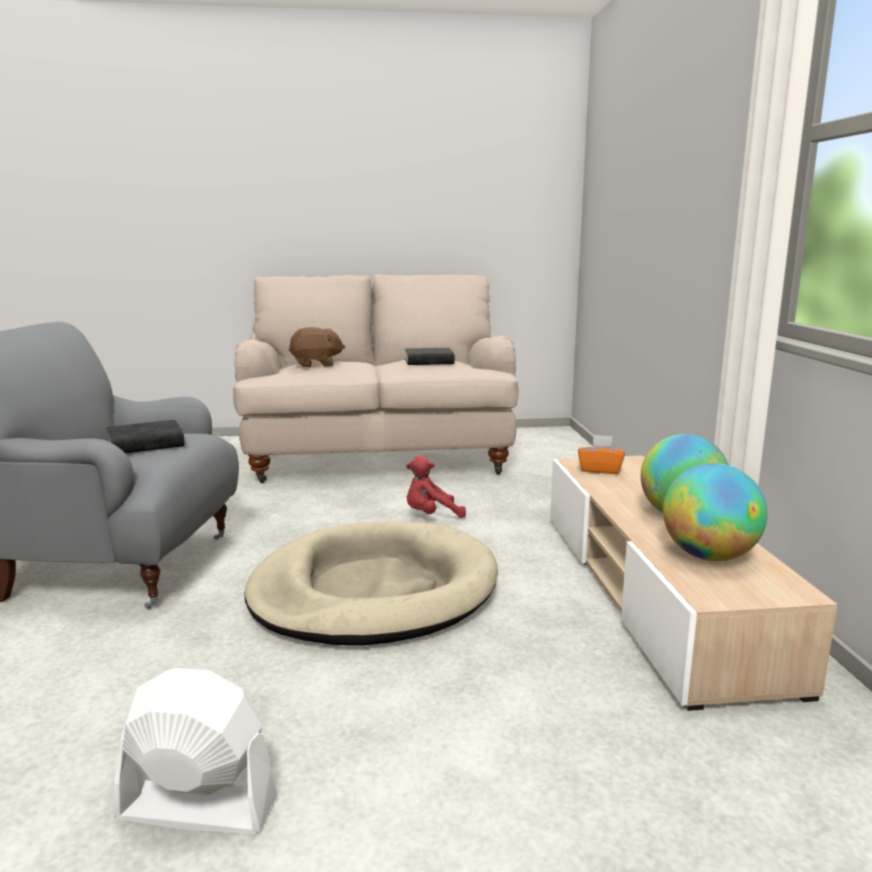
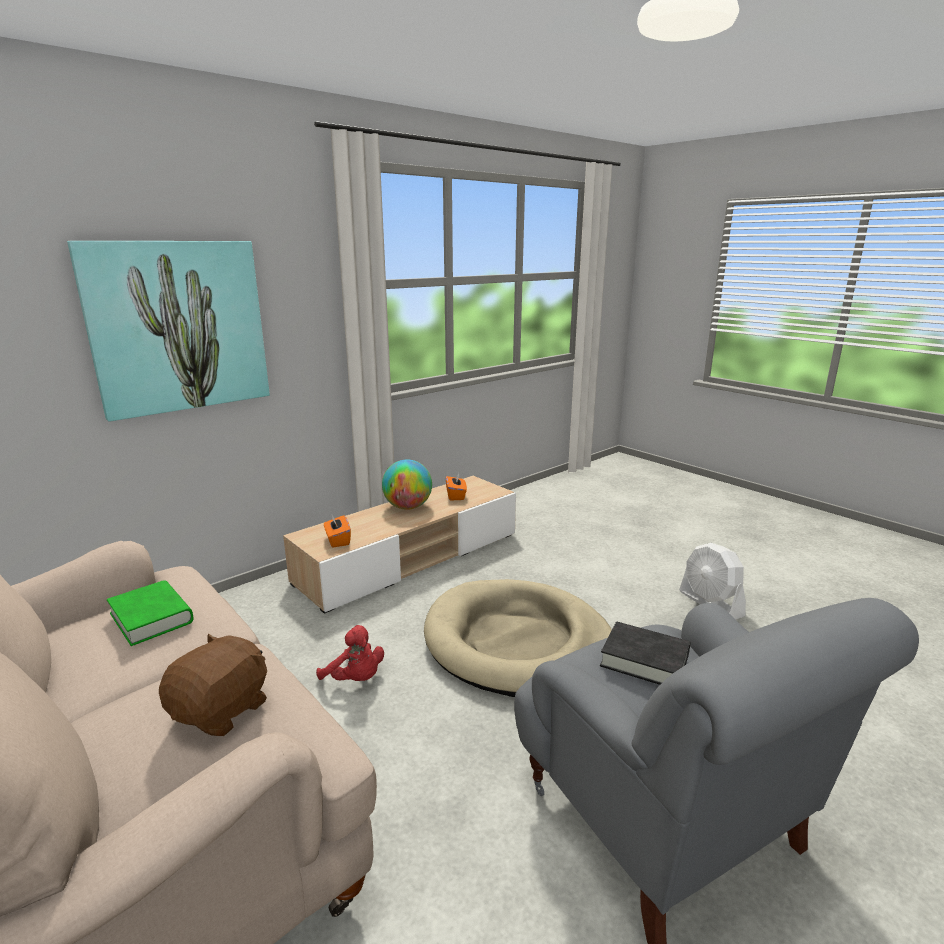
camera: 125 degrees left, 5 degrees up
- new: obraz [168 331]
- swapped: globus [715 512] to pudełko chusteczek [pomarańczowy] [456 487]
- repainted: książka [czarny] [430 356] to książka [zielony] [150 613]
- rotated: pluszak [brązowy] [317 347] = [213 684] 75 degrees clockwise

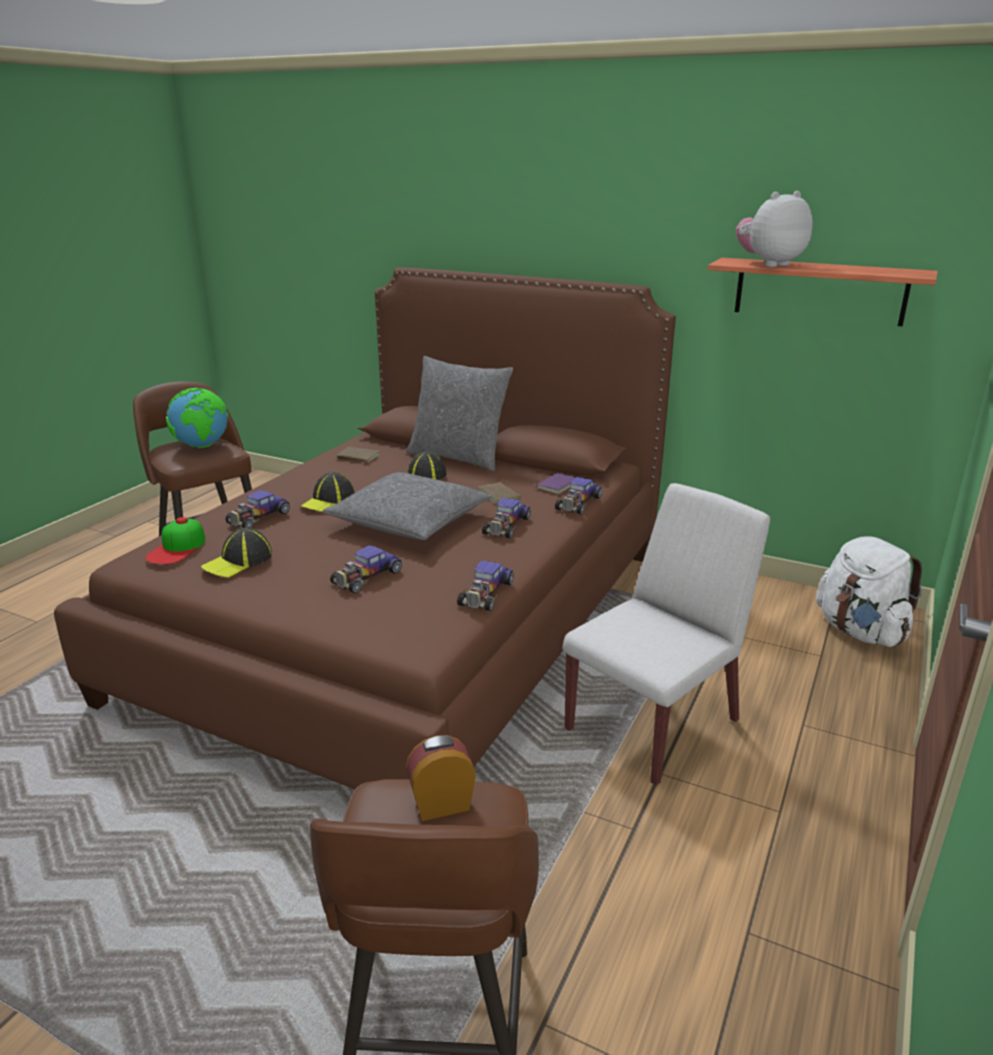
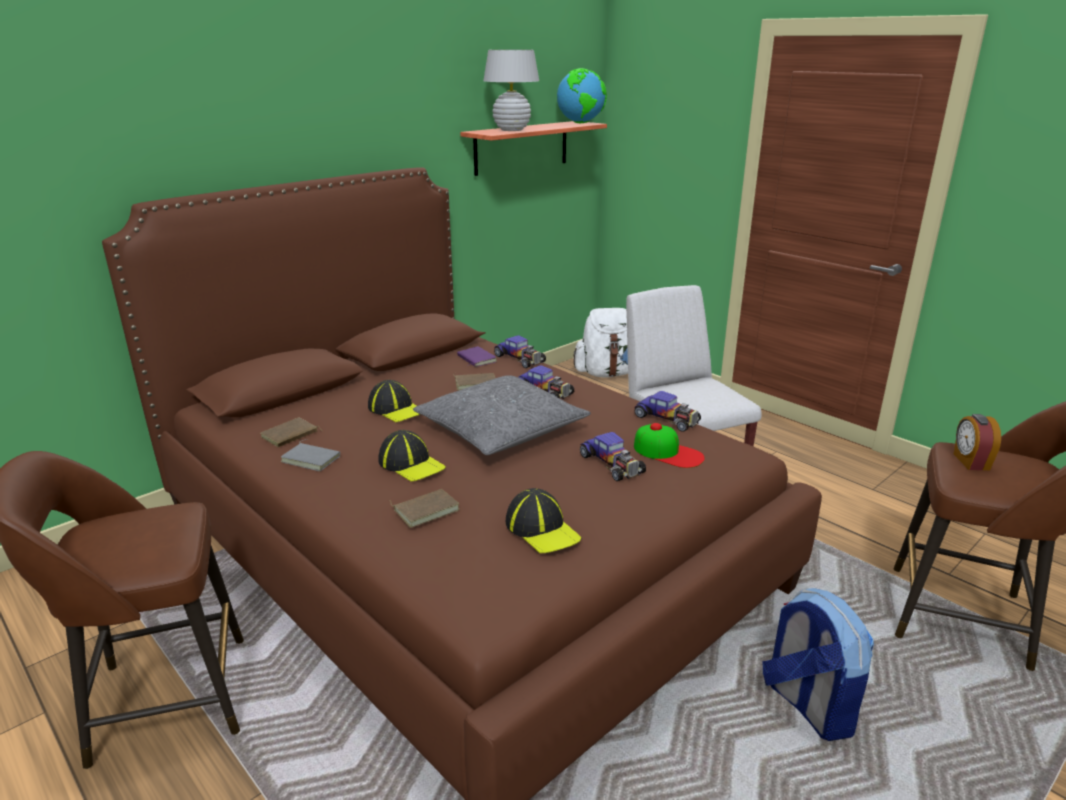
camera: 70 degrees left, 0 degrees up
- gone: poduszka [szary] [460 413]
- new: książka [szary] [310 455]
- new: plecak [818 664]
- shifted: czapka z daszkiem [175 541] to [669 445]
- shifted: globus [197 418] to [582 95]
- swapped: samochodzik [257 509] to książka [brązowy] [424 508]
- swapped: pluszak [774 229] to lampa stołowa [biały] [511 90]

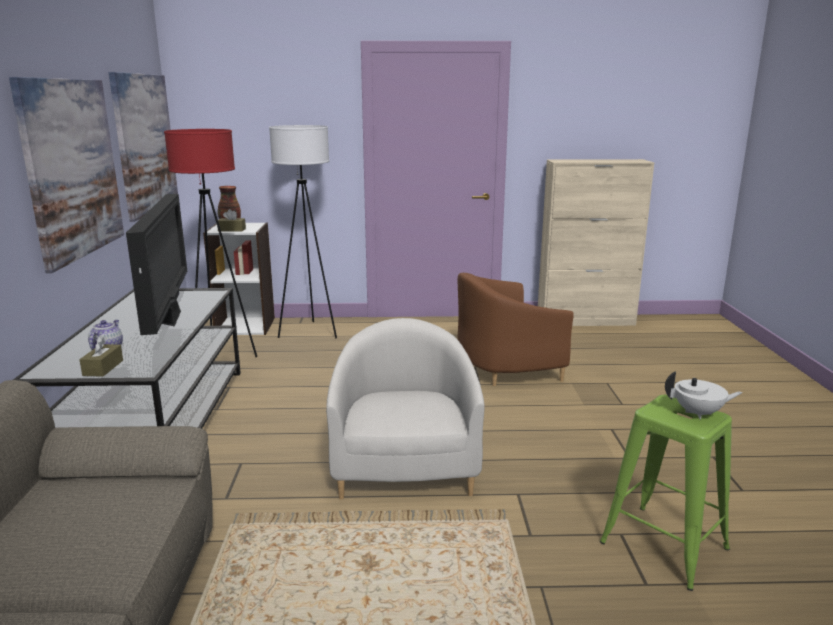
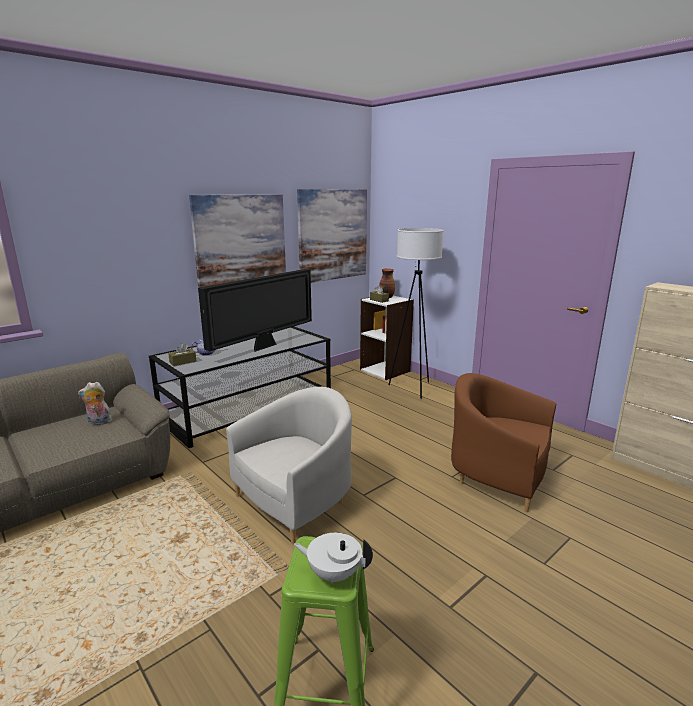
camera: 50 degrees right, 0 degrees up
- gone: lampa stojąca [czerwony] [210 243]
- new: pluszak [95 403]
- rotated: imbryk [biały] [704 395] = [333 558] 135 degrees clockwise

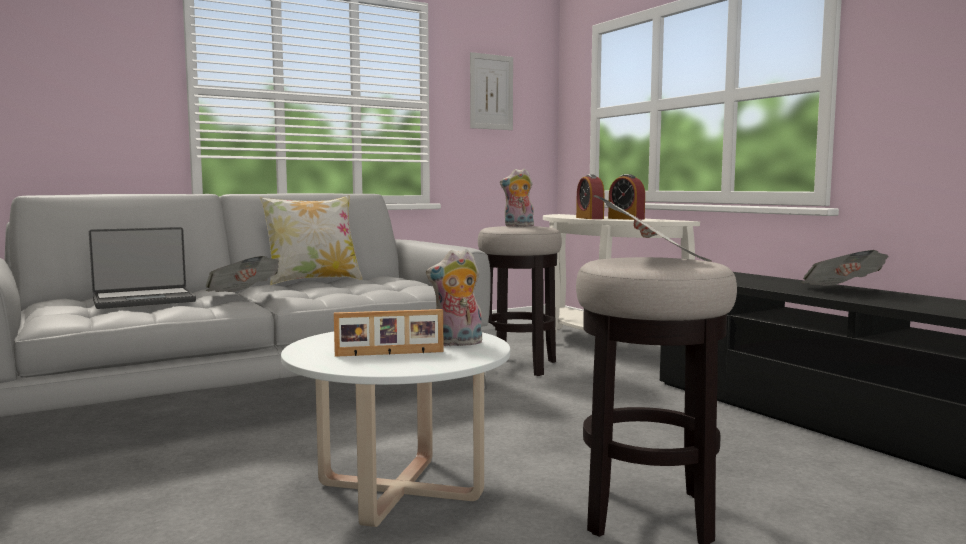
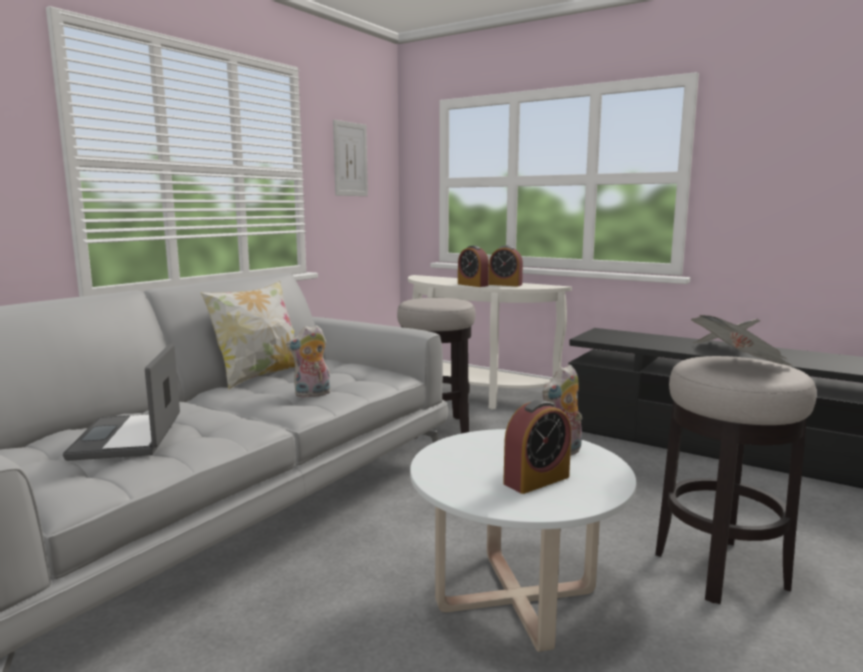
camera: 25 degrees left, 5 degrees up
- gone: gazeta [242 274]
- shifted: pluszak [517 197] to [308 361]
- swapped: ramka na zdjęcie [388 333] to budzik [537 446]
- rotated: laptop [142 268] = [121 402] 135 degrees clockwise

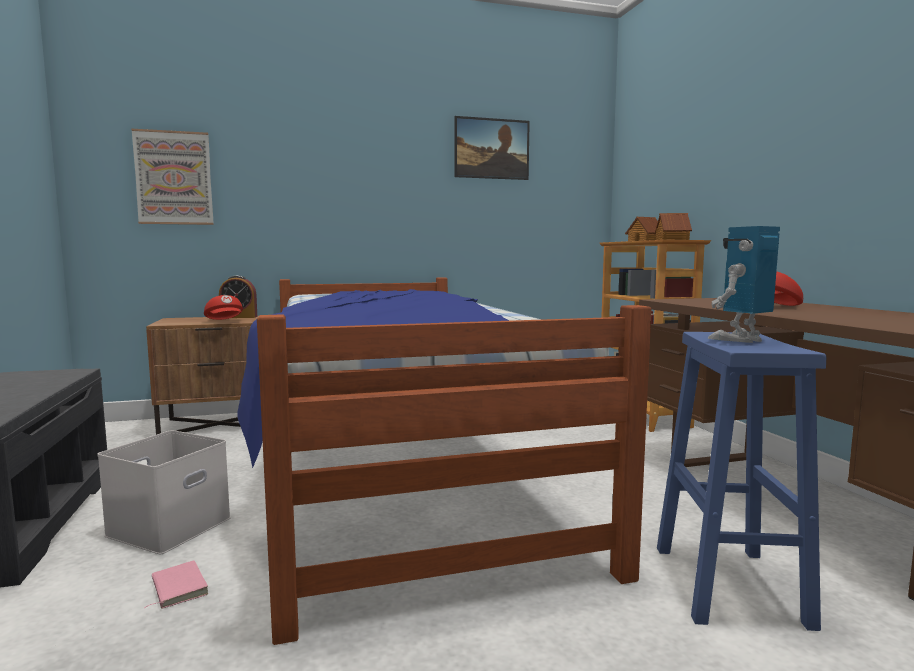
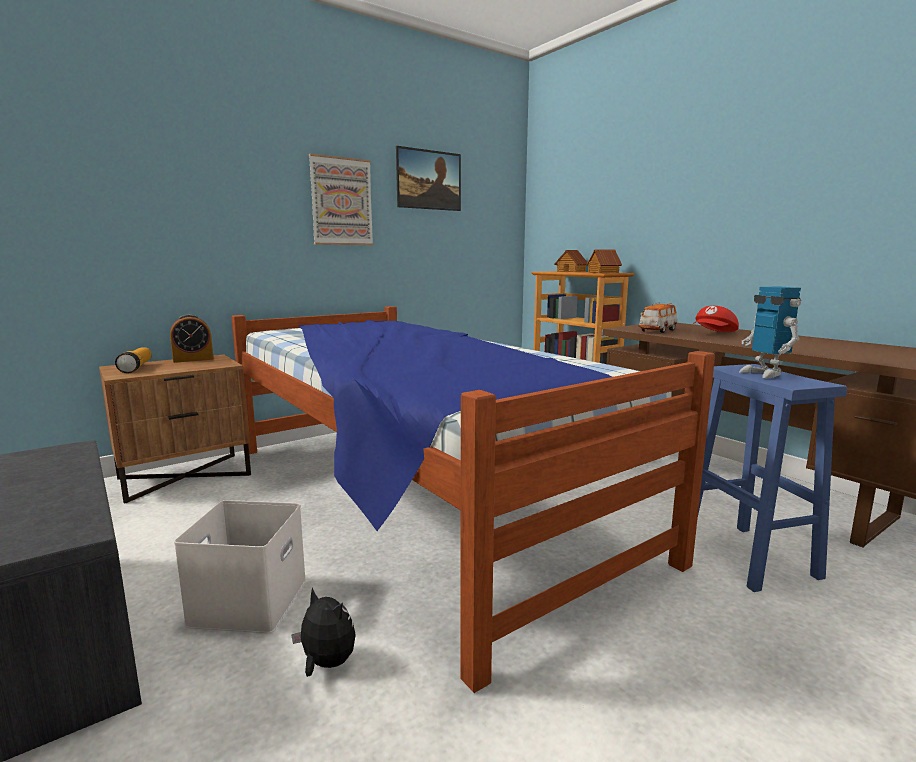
camera: 20 degrees left, 5 degrees up
- gone: czapka z daszkiem [czerwony] [223 307]
- new: latarka [133 360]
- new: samochodzik [658 317]
- shifted: obraz [172 176] to [341 199]
- swapped: książka [różowy] [176 584] to pluszak [324 632]
- rotated: robot zabawkowy [744 284] = [770 332] 60 degrees counterclockwise

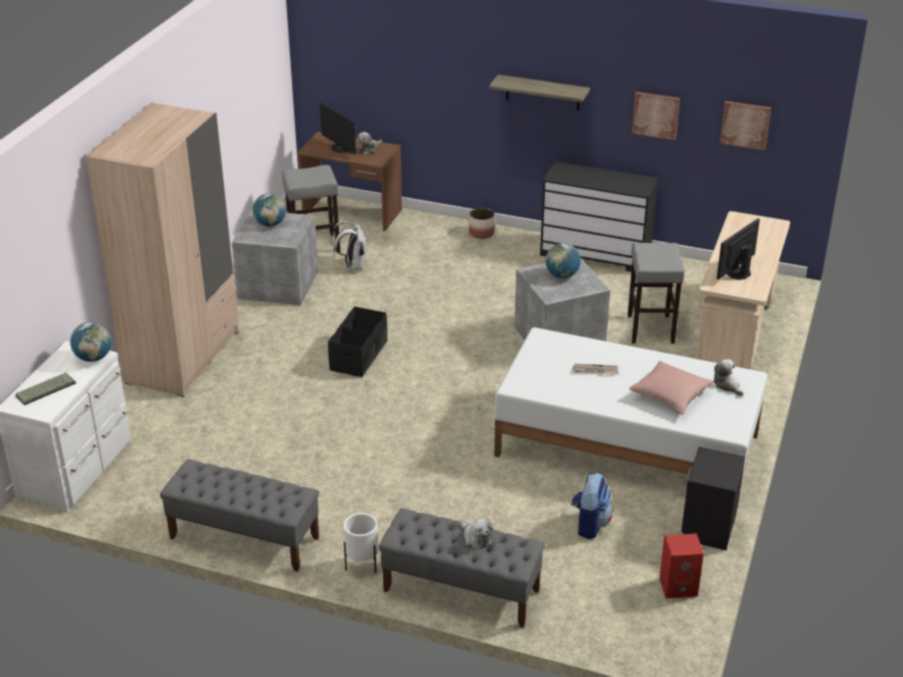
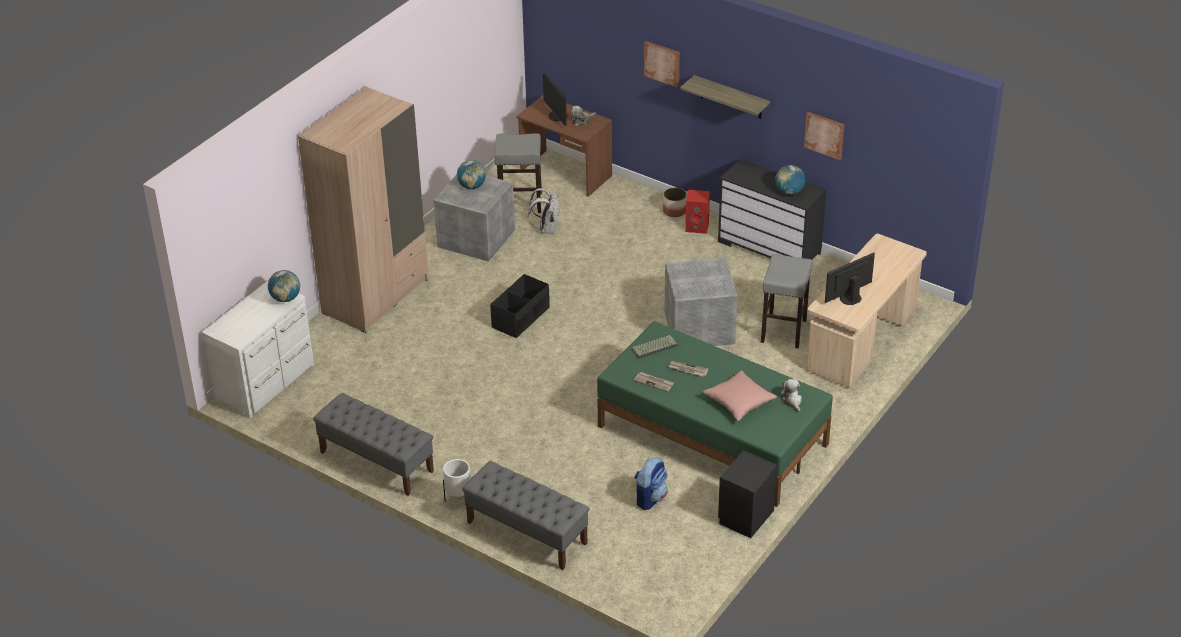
camera: 15 degrees right, 5 degrees up
- gone: pluszak [477 533]
- new: gazeta [654 382]
- shifted: klawiatura [45 389] to [654 347]
- shifted: globus [563 260] to [790 180]
- shifted: głośnik [czerwony] [681 566] to [697 212]
- shifted: obraz [745 125] to [662 64]
- repainted: łóżko [biały] [630 417] to łóżko [zielony] [715 414]

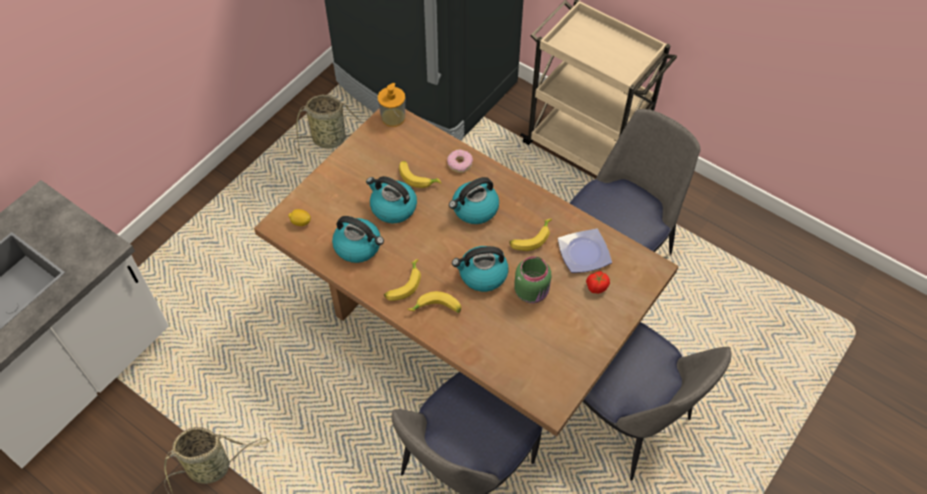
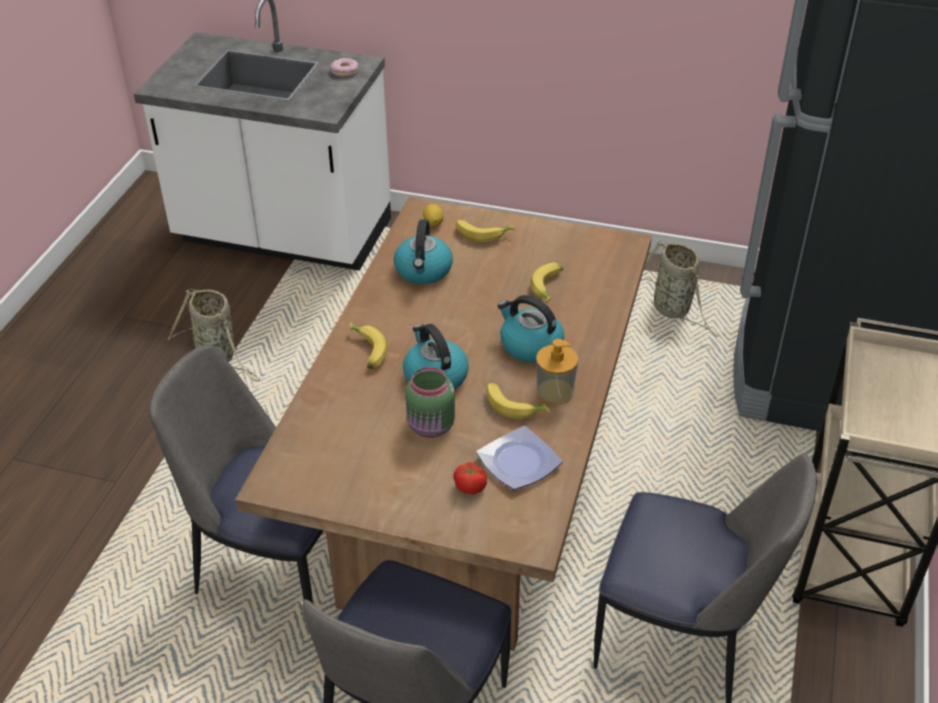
camera: 70 degrees right, 15 degrees down
- gone: czajnik [391 200]
- shifted: dozownik mydła [391 105] to [557 372]
- shifted: banan [402 280] to [485 231]
- shifted: donut [460 161] to [344 67]

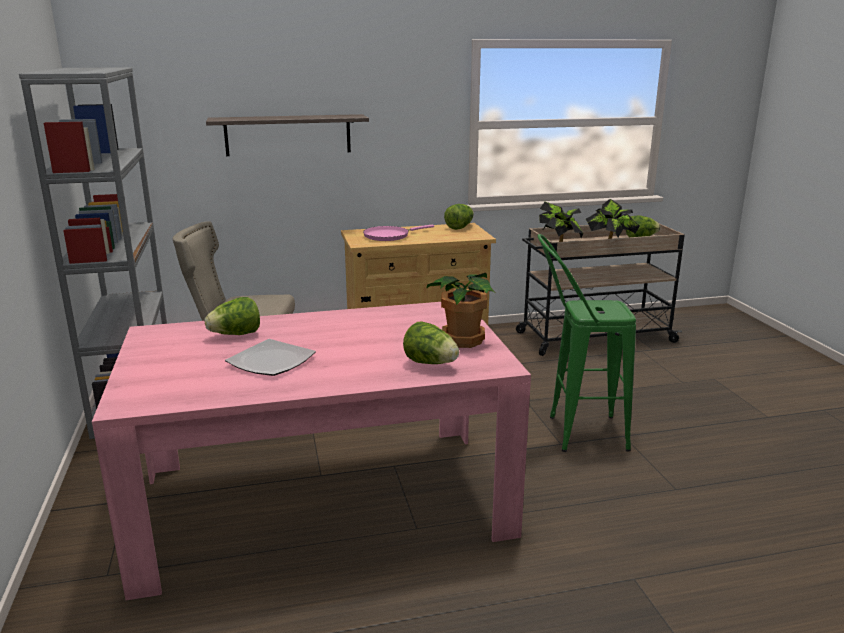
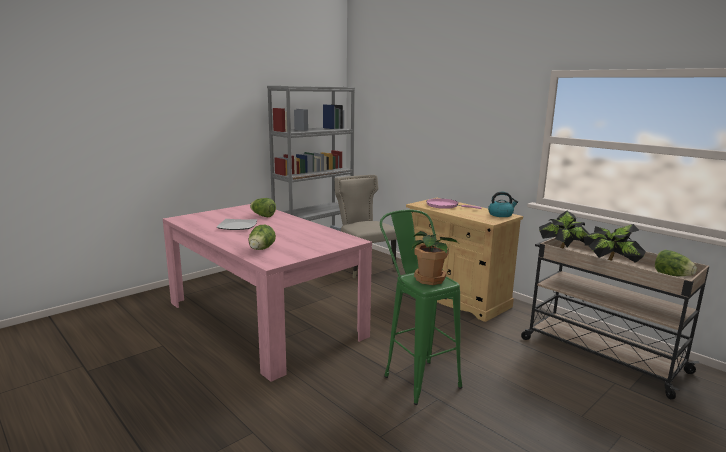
camera: 60 degrees right, 5 degrees down
- gone: półka [287 135]
- shifted: roślina doniczkowa [460 310] to [435 258]
- swapped: sałata [459 217] to czajnik [503 204]

